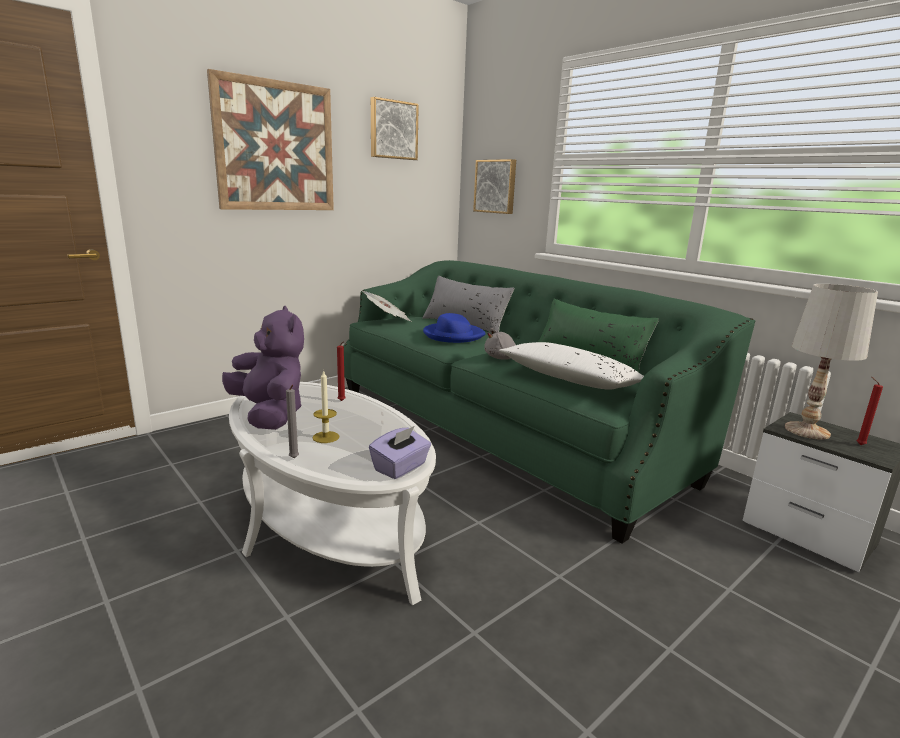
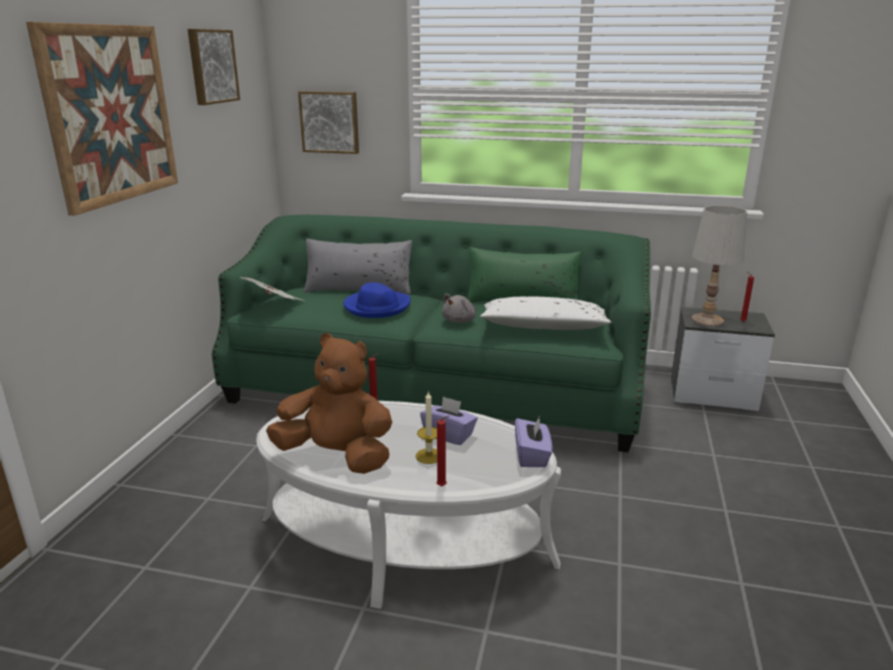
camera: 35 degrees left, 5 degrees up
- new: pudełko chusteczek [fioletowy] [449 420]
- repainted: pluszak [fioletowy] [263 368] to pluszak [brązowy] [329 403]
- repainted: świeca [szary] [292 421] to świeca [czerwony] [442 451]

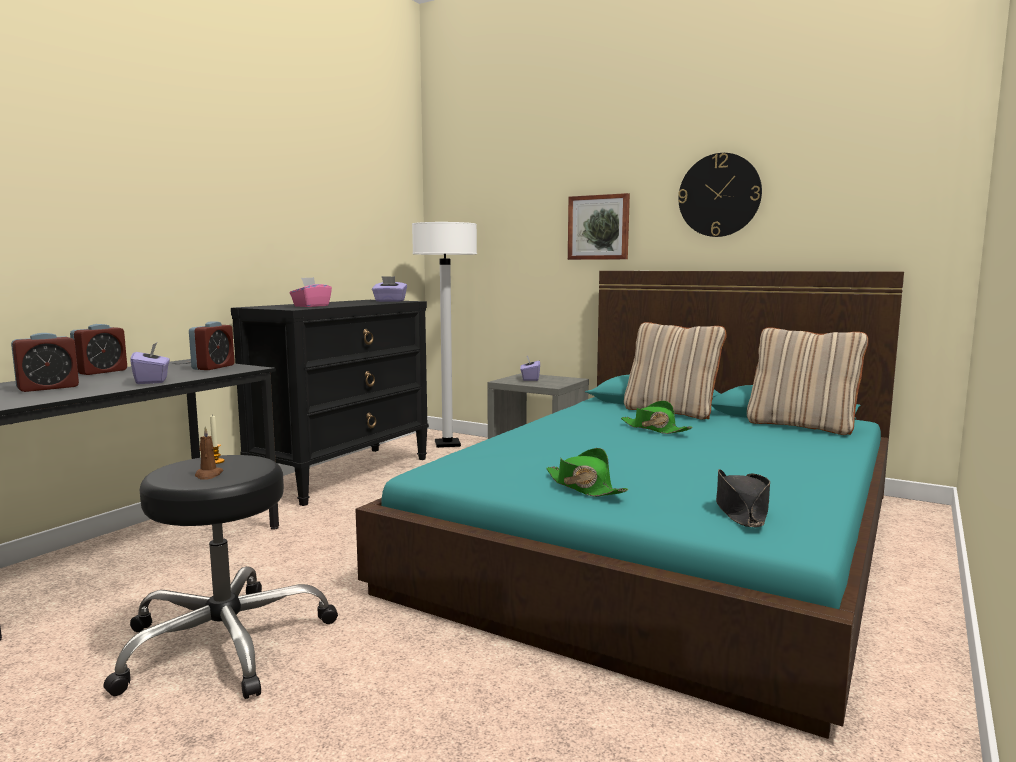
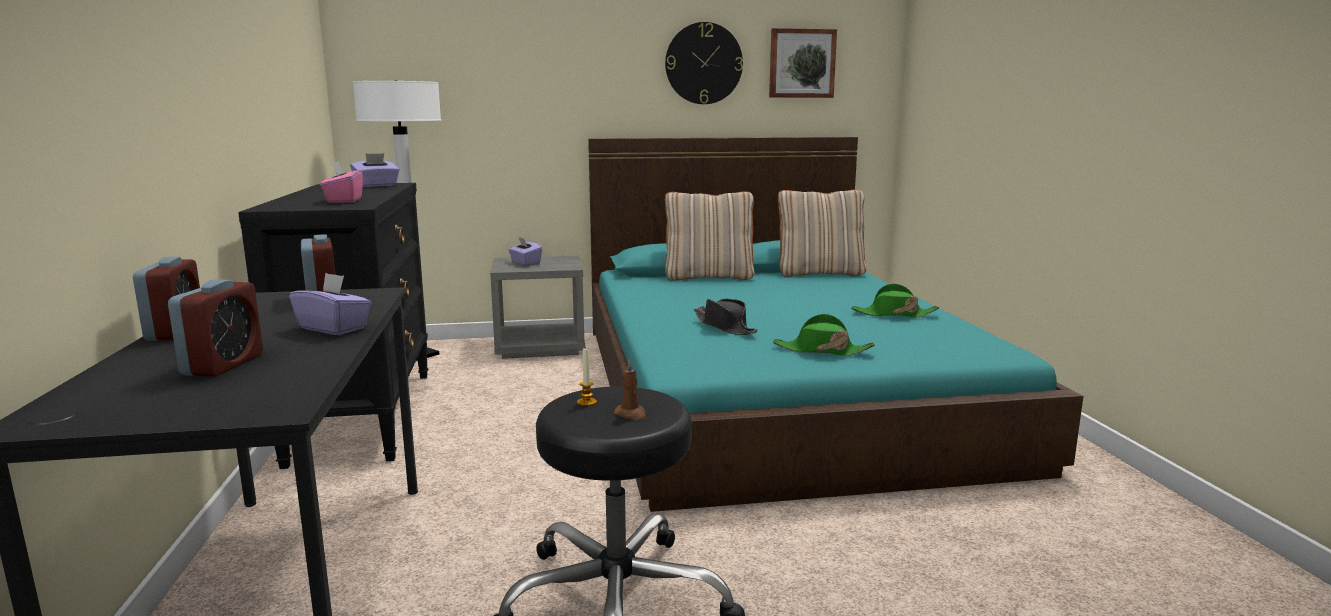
camera: 40 degrees left, 5 degrees up
- shifted: obraz [599 226] to [803 63]
- shifted: kapelusz [zielony] [657 417] to [895 301]
- shifted: kapelusz [czarny] [743 498] to [726 317]

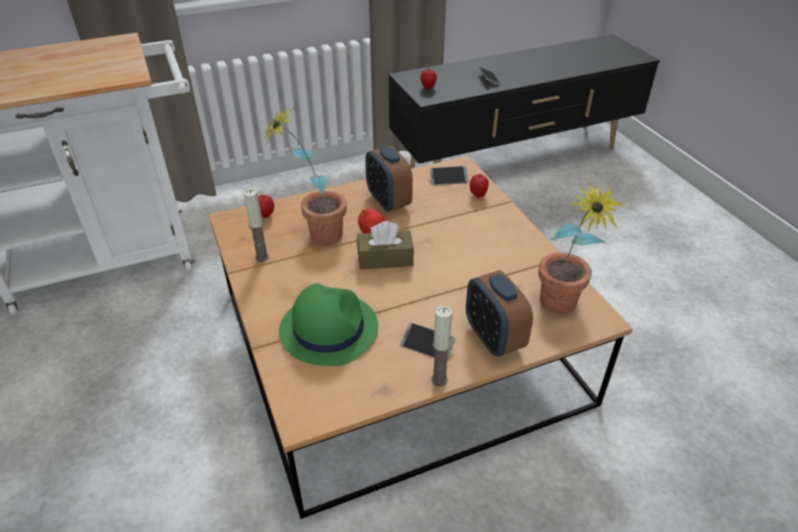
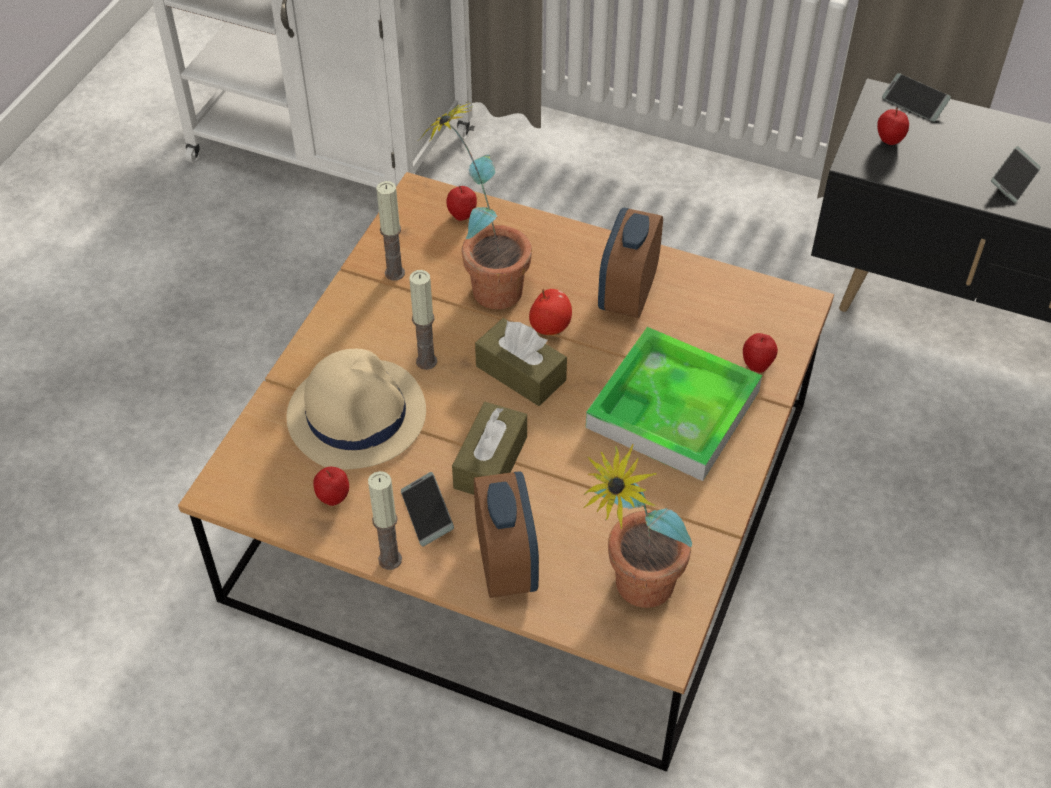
camera: 45 degrees right, 10 degrees up
- new: jabłko [331 486]
- new: świeca [423 320]
- new: pudełko chusteczek [brązowy] [489 448]
- new: taca [674 404]
- shifted: telefon [449 175] to [916 97]
- repainted: kapelusz [zielony] [328 324] to kapelusz [beżowy] [356 409]
- rotated: budzik [499 313] = [506 534] 150 degrees clockwise

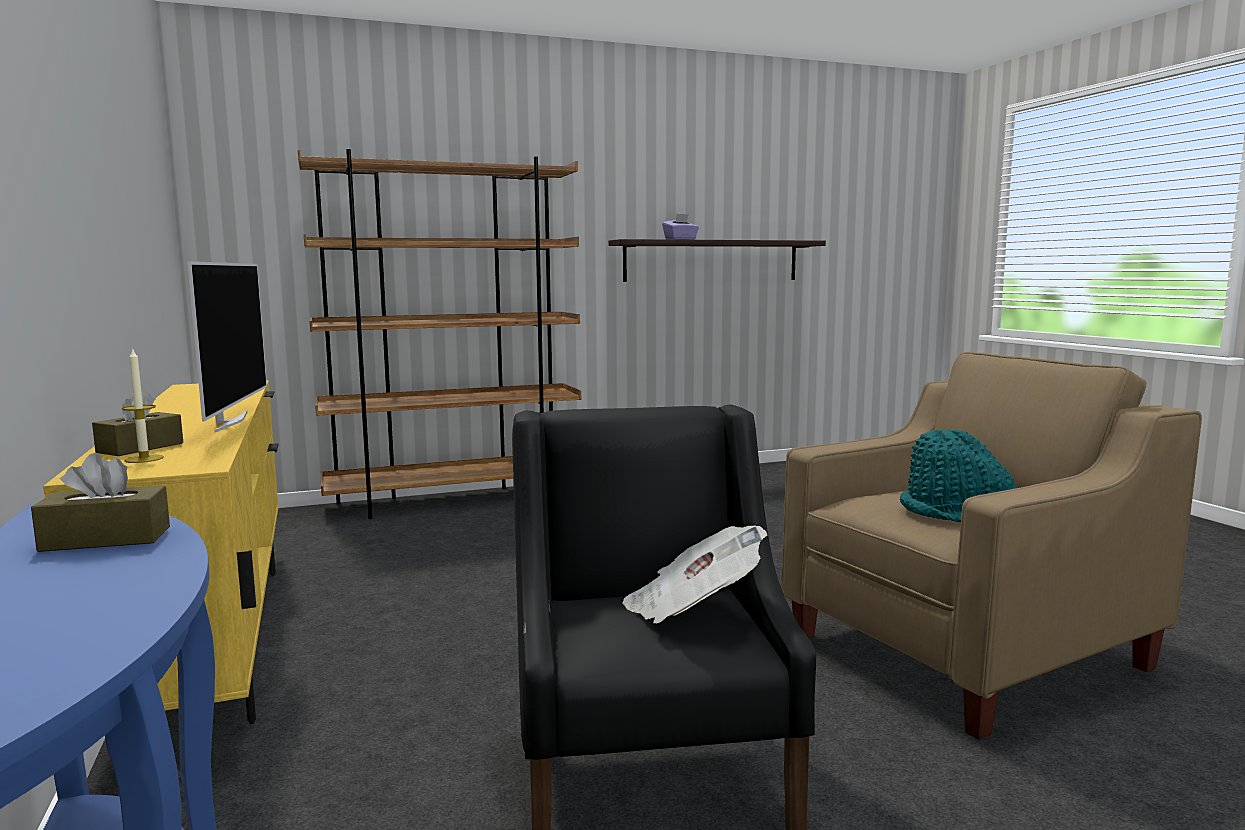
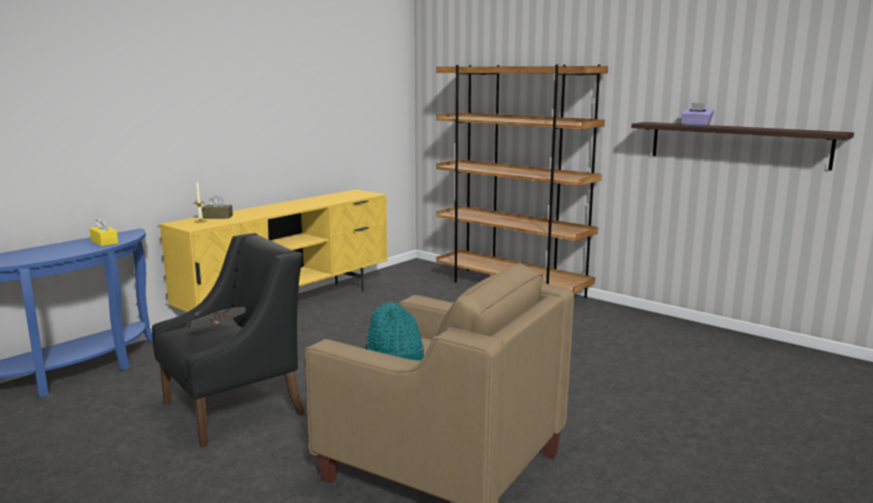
camera: 60 degrees right, 5 degrees up
- gone: telewizor [227 346]
- repainted: pudełko chusteczek [brązowy] [100 502] to pudełko chusteczek [żółty] [104 231]

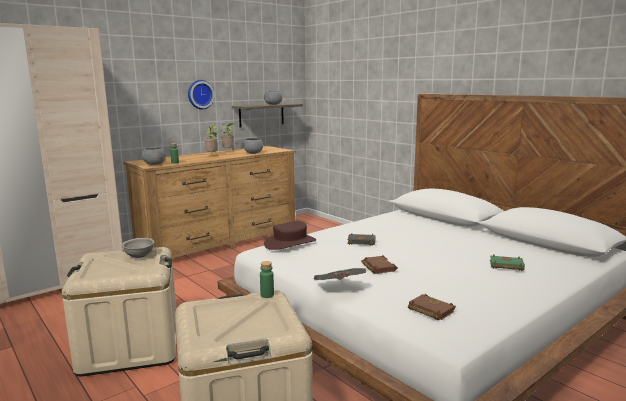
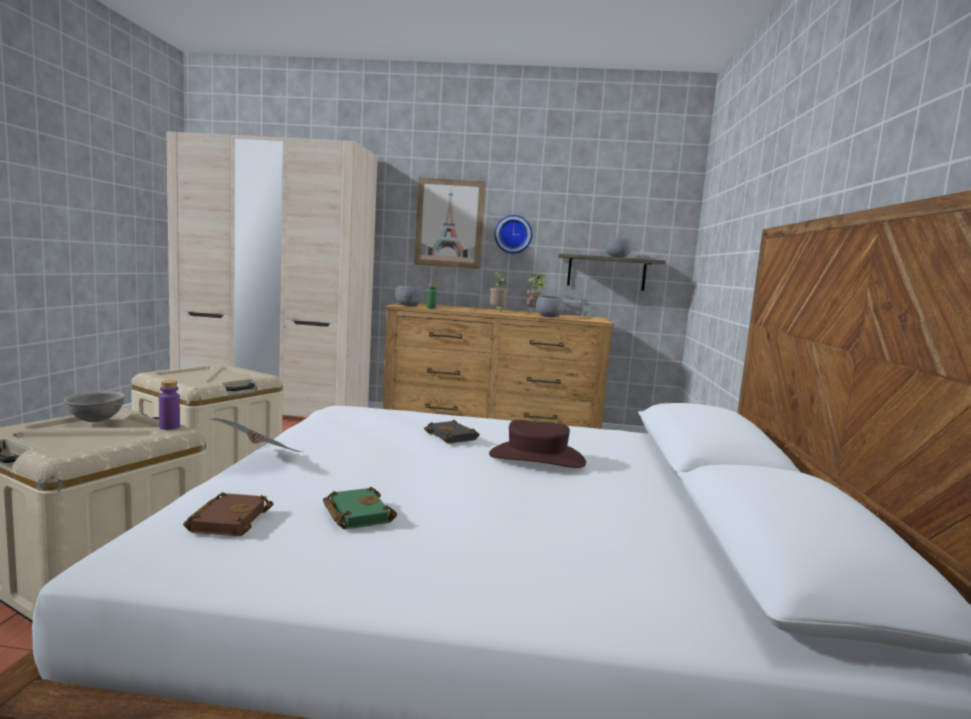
camera: 45 degrees right, 5 degrees down
- gone: książka [brązowy] [379 264]
- new: obraz [450 223]
- shifted: miska [szary] [138 248] to [94 406]
- shifted: kapelusz [brązowy] [290 235] to [537 444]
- shifted: książka [zielony] [507 263] to [360 508]
- repainted: butelka [zielony] [267 279] to butelka [fioletowy] [169 405]

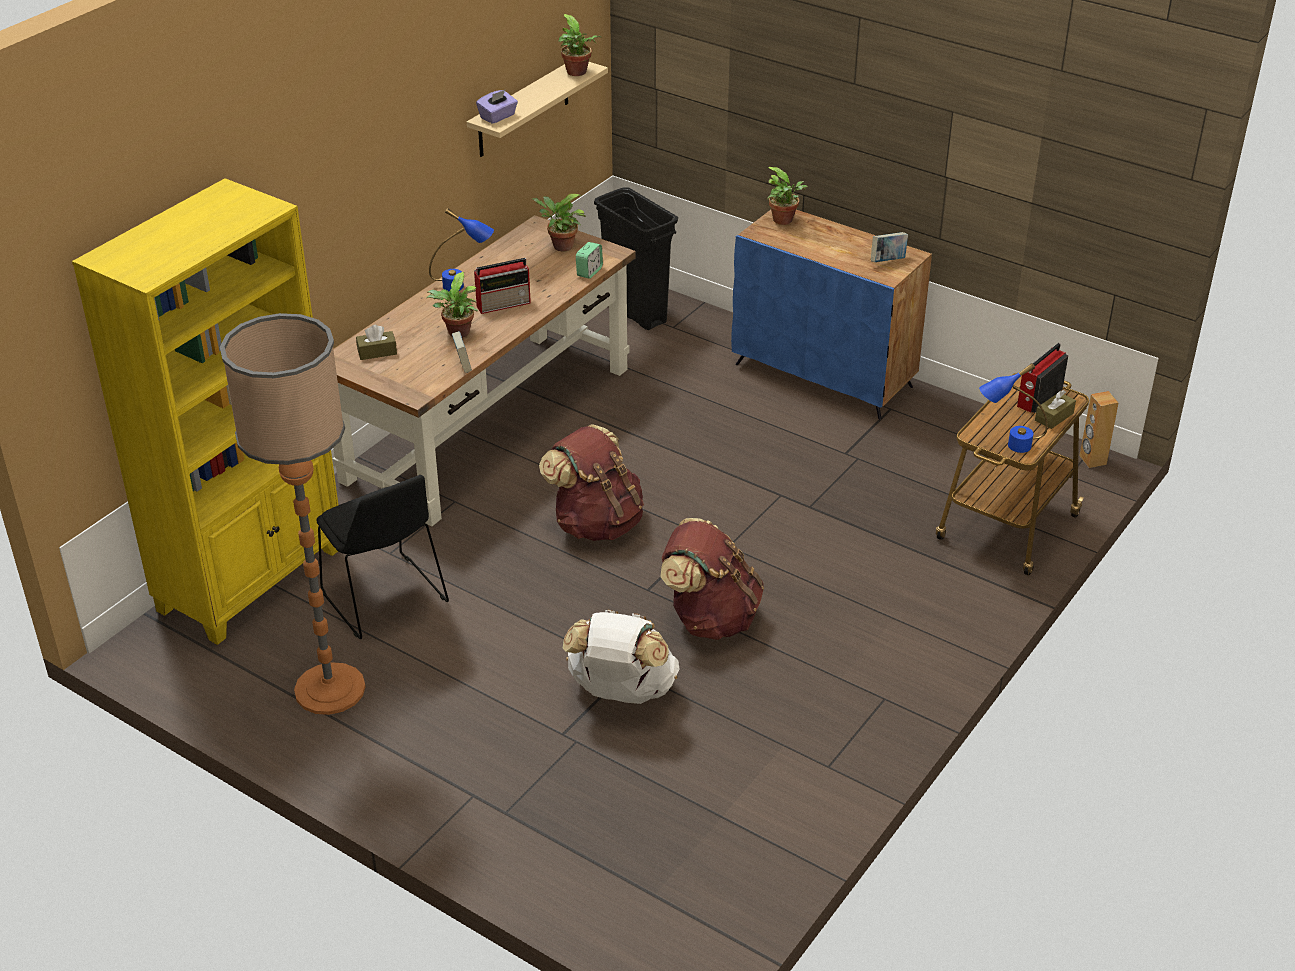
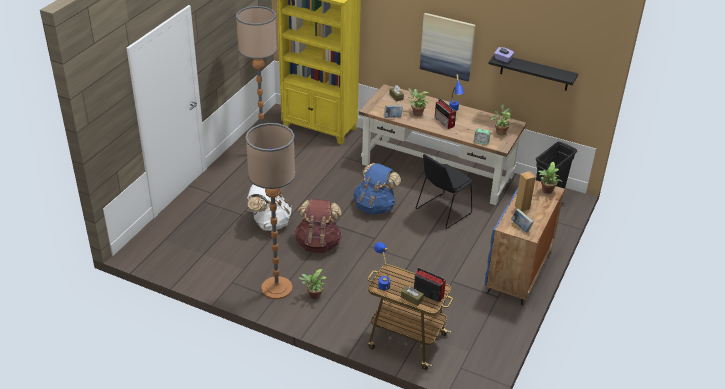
camera: 80 degrees right, 0 degrees up
- new: lampa stojąca [270 211]
- new: obraz [447 47]
- shifted: krzesło [czarny] [383 557] to [444 191]
- shifted: roślina doniczkowa [580 45] to [312 284]
- shifted: głośnik [brązowy] [1099 429] to [525 191]
- repainted: półka [beżowy] [537 109] to półka [czarny] [533 73]
- repainted: plecak [brązowy] [591 482] to plecak [niebieski] [377 189]

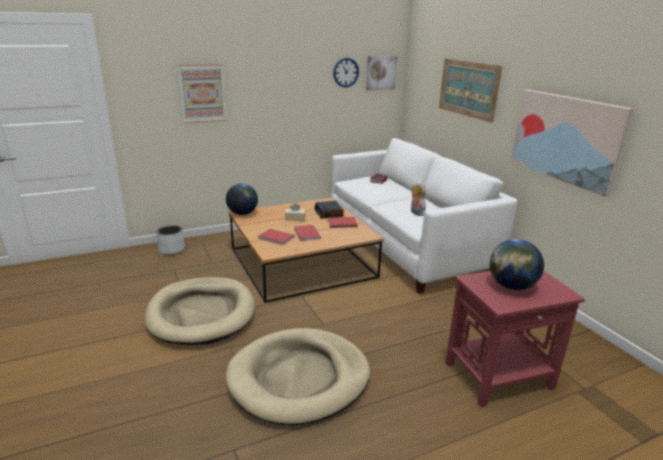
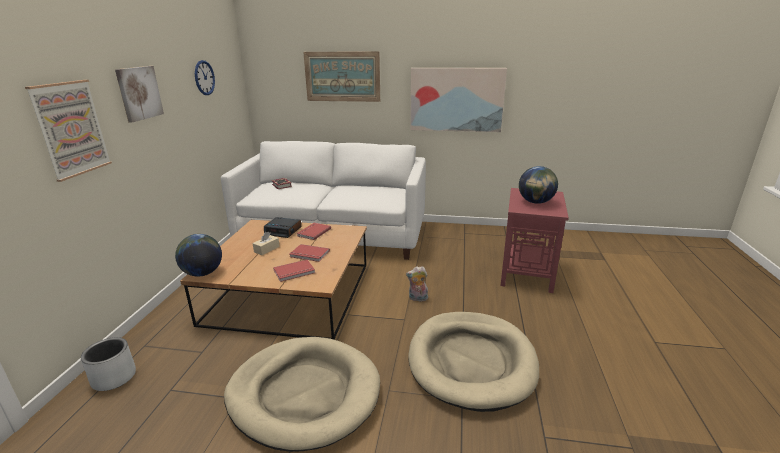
camera: 55 degrees left, 0 degrees up
- shifted: obraz [382 73] to [139 94]
- shifted: pluszak [418 198] to [417 283]

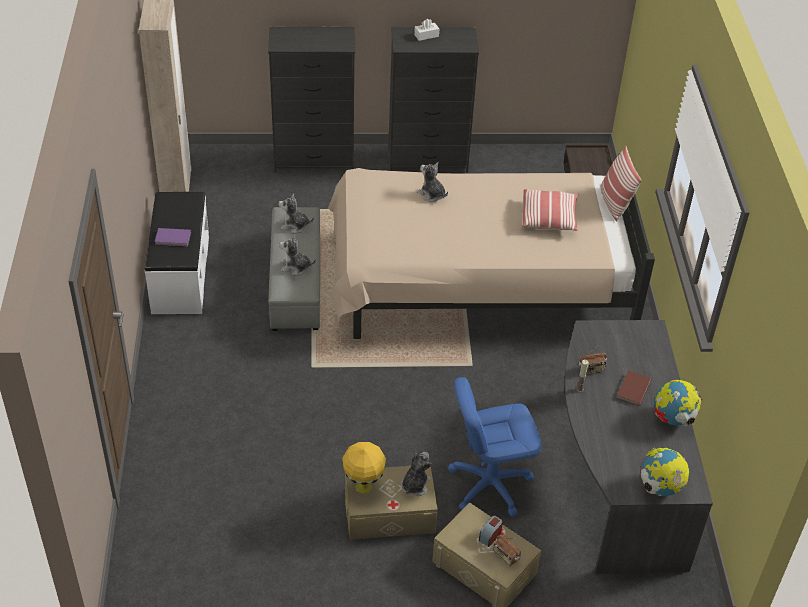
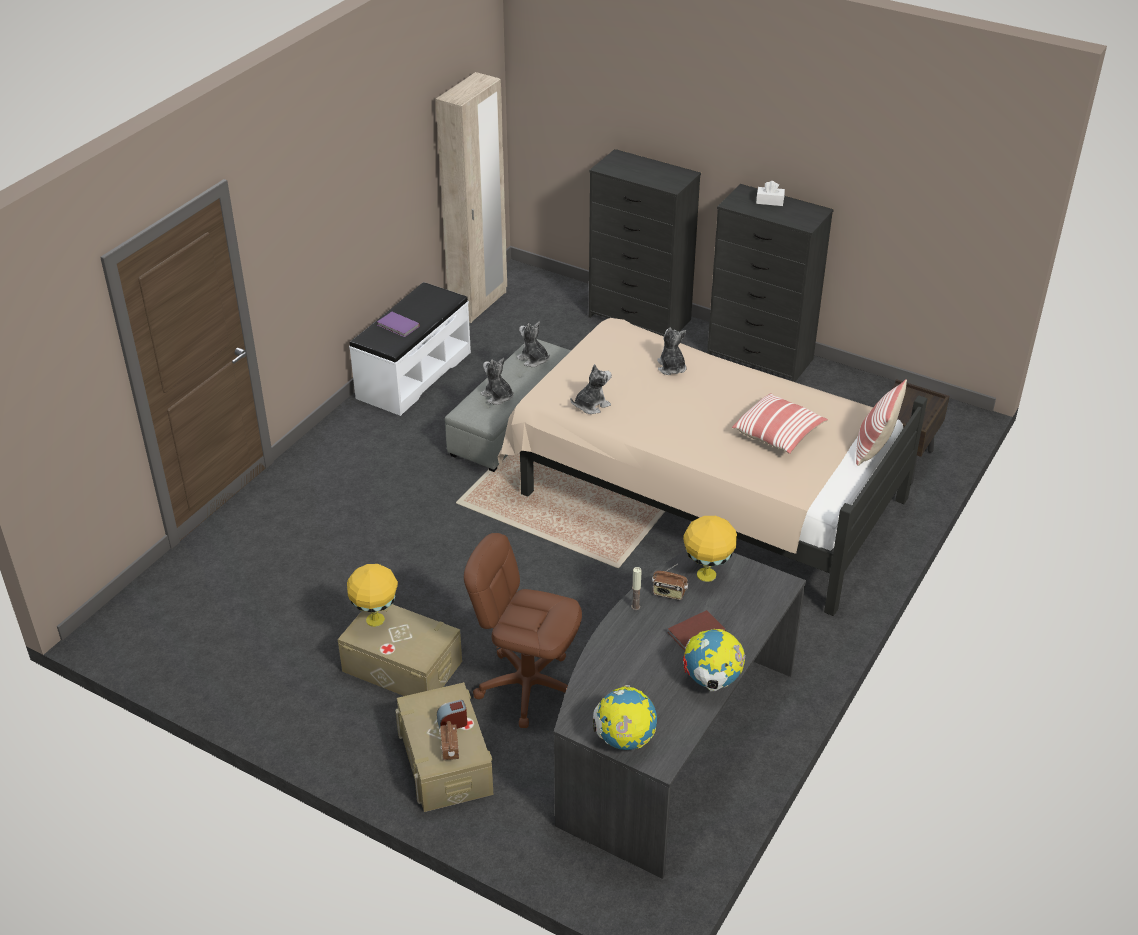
camera: 35 degrees right, 5 degrees down
- new: lampa stołowa [żółty] [710 549]
- shifted: pluszak [416 474] to [591 389]
- repainted: krzesło biurowe [niebieski] [495 447] to krzesło biurowe [brązowy] [523 630]

